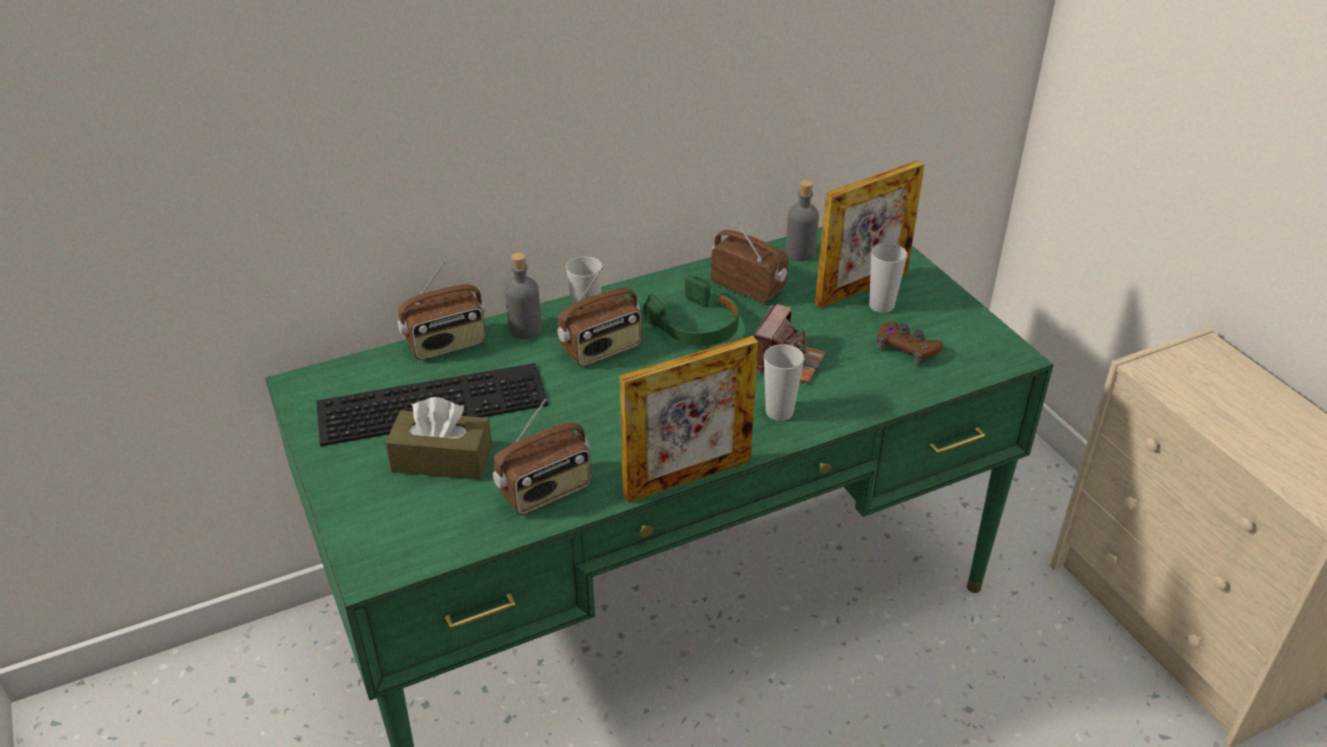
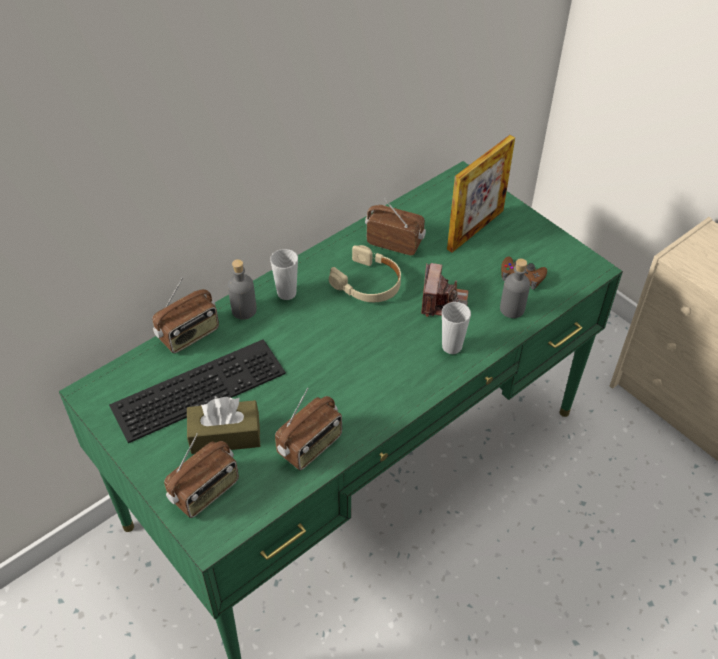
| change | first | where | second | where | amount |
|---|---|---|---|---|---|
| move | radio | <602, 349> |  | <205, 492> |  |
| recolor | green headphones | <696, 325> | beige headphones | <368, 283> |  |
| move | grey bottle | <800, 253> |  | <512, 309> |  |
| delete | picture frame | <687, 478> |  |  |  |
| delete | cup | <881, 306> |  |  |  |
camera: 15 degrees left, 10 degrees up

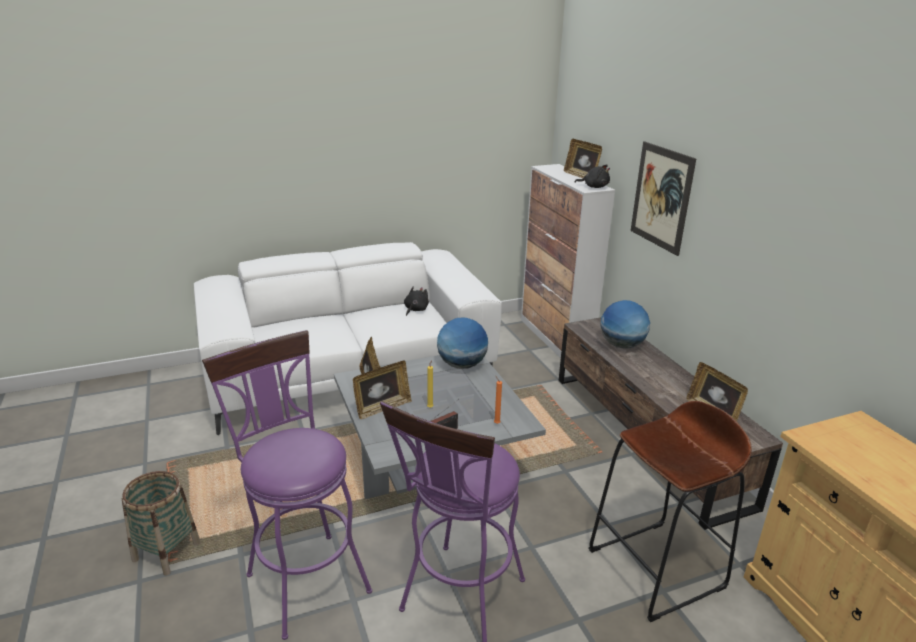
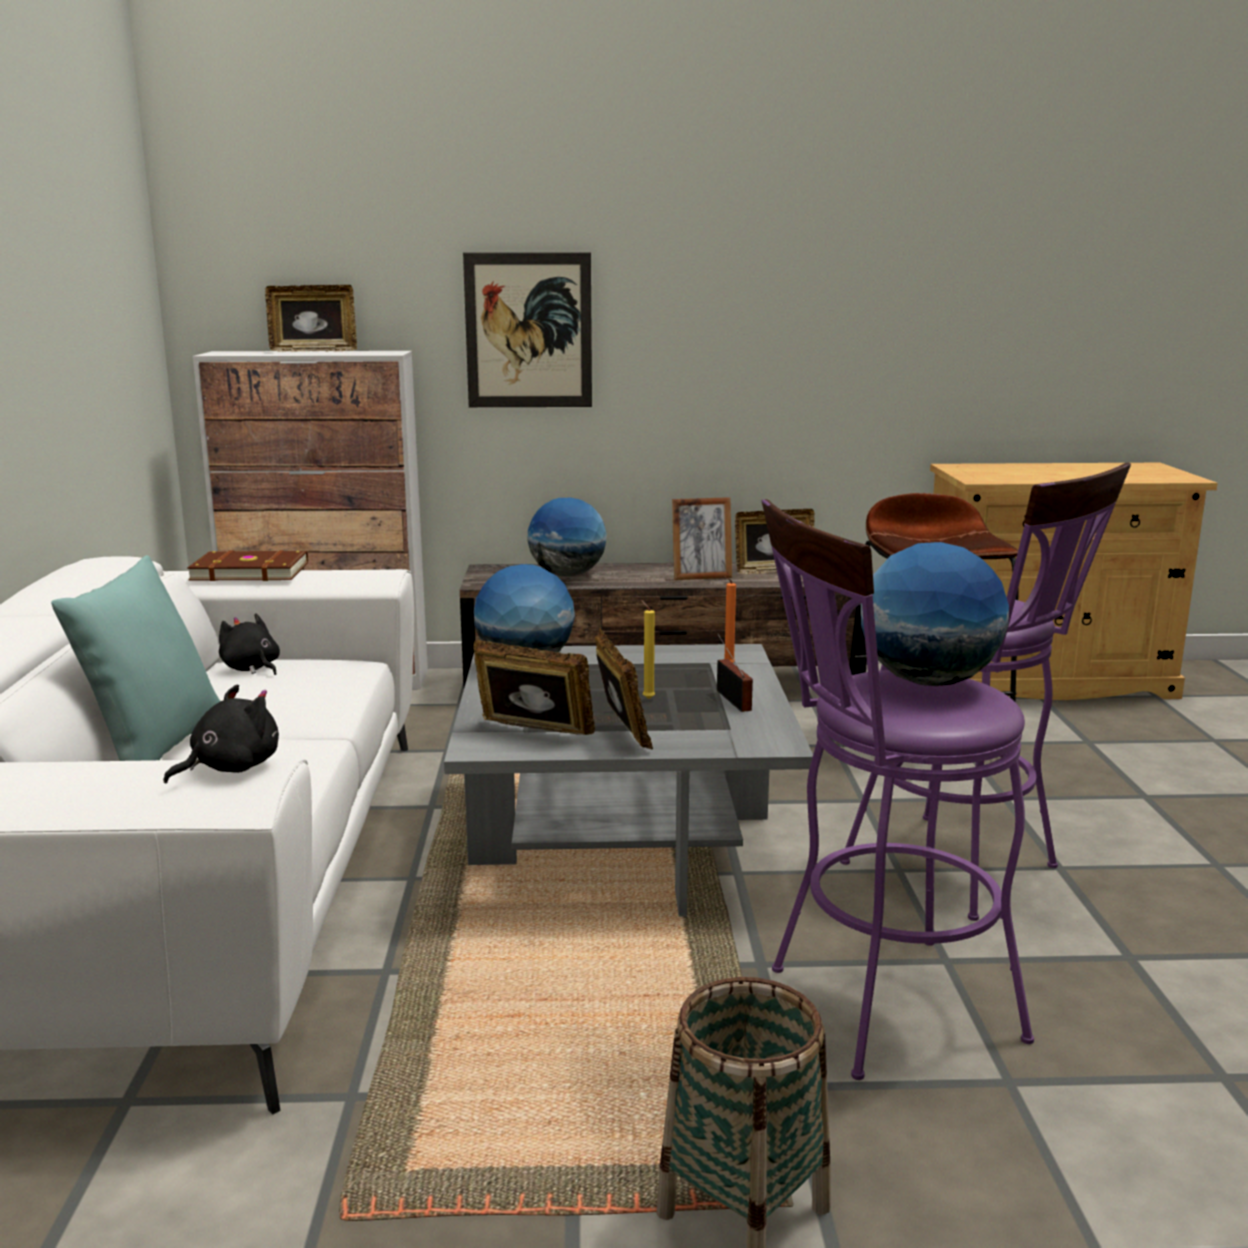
| change | first | where | second | where | amount |
|---|---|---|---|---|---|
| insert |  |  | turquoise pillow | <154, 747> |  |
| move | black plush toy | <594, 187> |  | <230, 768> |  |
| insert |  |  | brown book | <250, 571> |  |
| insert |  |  | picture frame | <701, 577> |  |
| insert |  |  | globe | <928, 681> |  |
camera: 70 degrees left, 10 degrees down

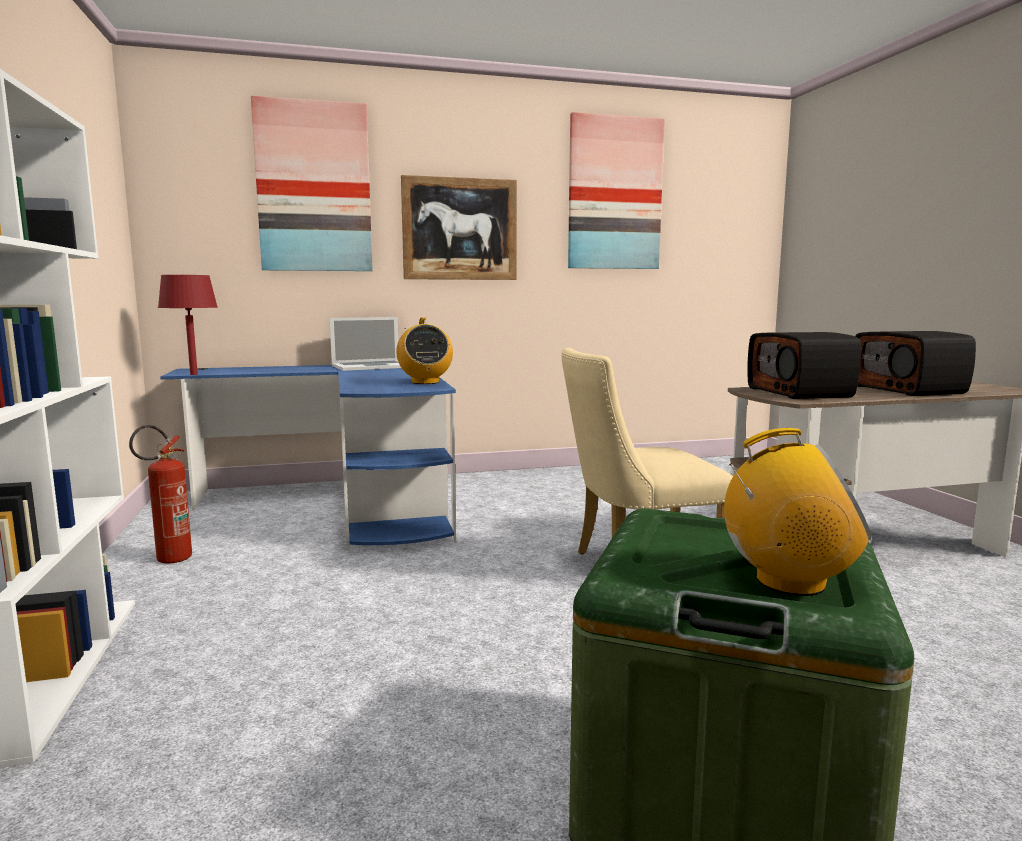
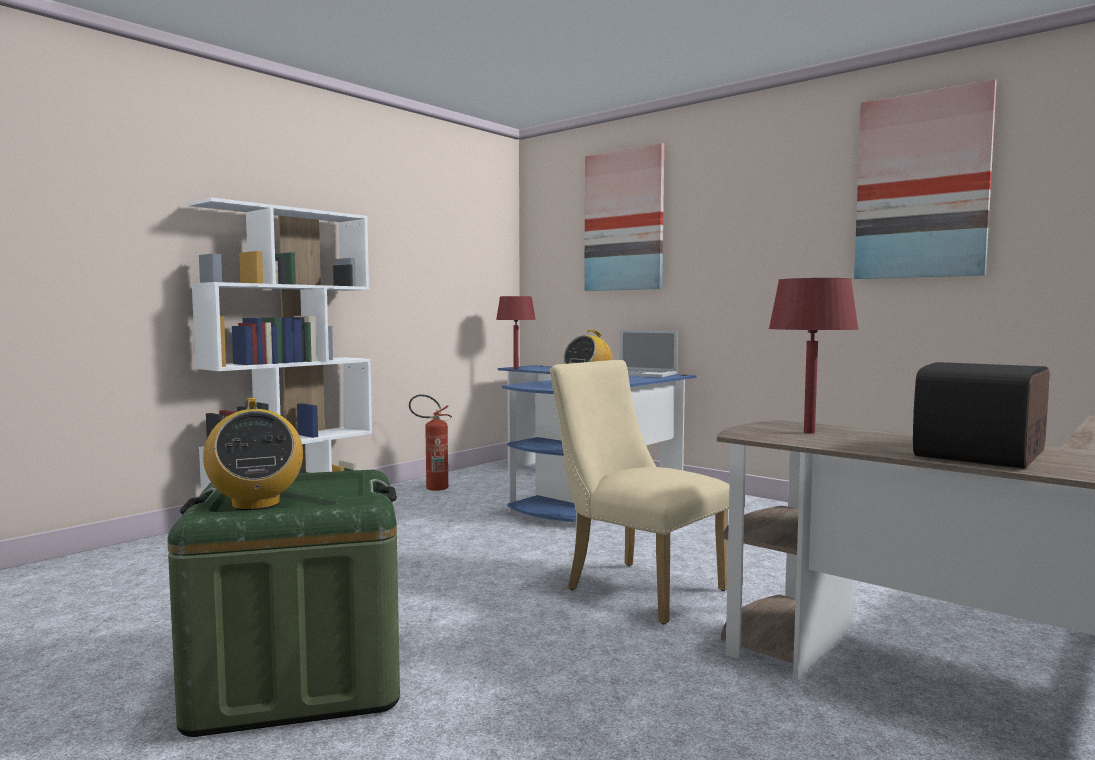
| change | first | where | second | where | amount |
|---|---|---|---|---|---|
| replace | radio | <800, 392> | red table lamp | <809, 432> |  |
| delete | picture | <460, 229> |  |  |  |
camera: 55 degrees right, 5 degrees down

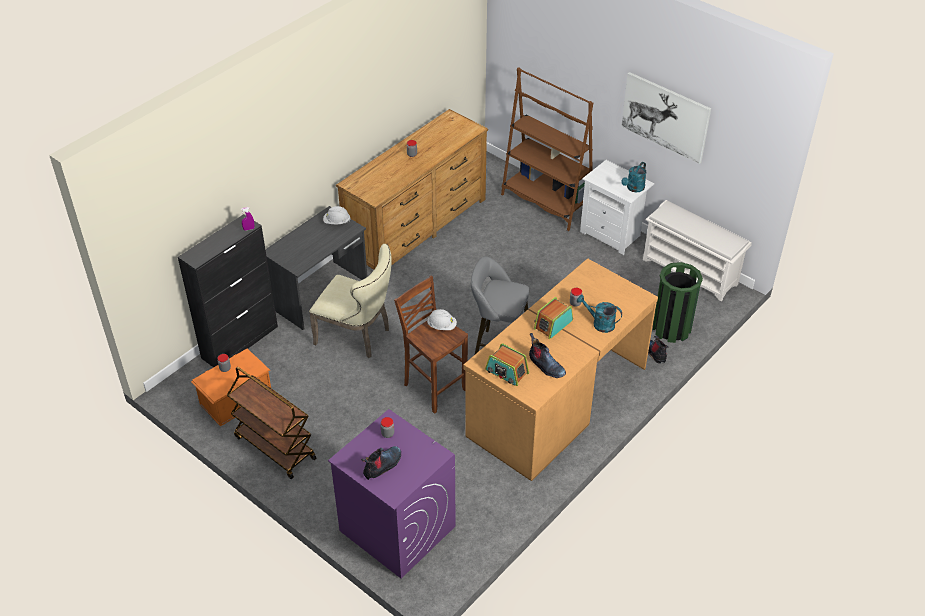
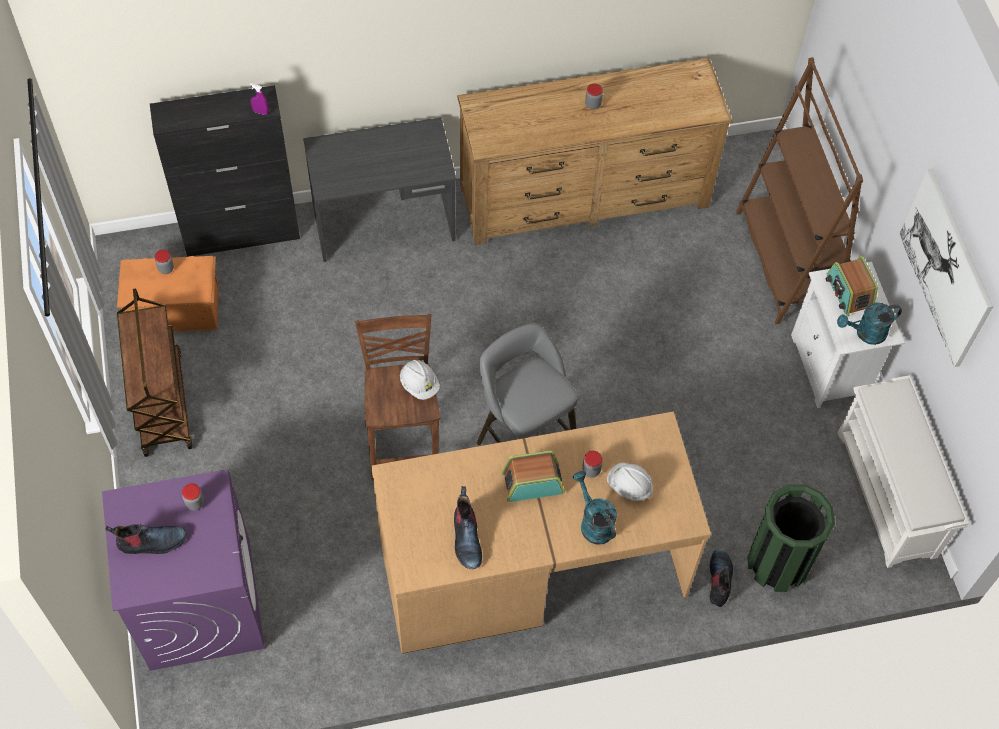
| change | first | where | second | where | amount |
|---|---|---|---|---|---|
| move | white hard hat | <336, 222> |  | <629, 486> |  |
| move | radio | <506, 372> |  | <848, 292> |  |
| delete | beige chair | <357, 336> |  |  |  |
camera: 35 degrees right, 15 degrees up

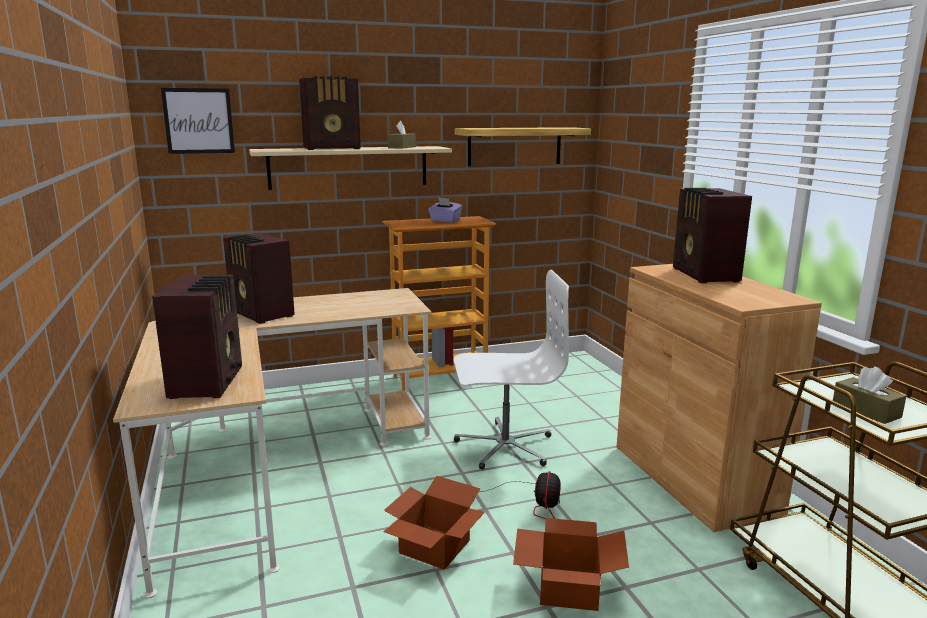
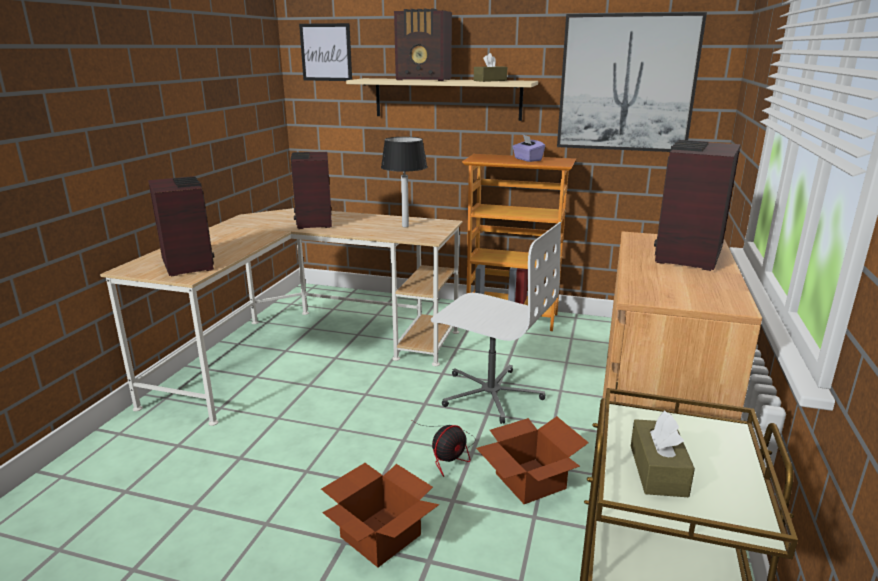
| change | first | where | second | where | amount |
|---|---|---|---|---|---|
| rotate | radio | <209, 381> |  | <188, 263> | 60 degrees counterclockwise |
| insert |  |  | table lamp | <405, 226> |  |
| move | cardboard box | <432, 547> |  | <528, 481> |  |
| replace | shelf | <514, 146> | picture | <627, 83> |  |
camera: 35 degrees right, 5 degrees up

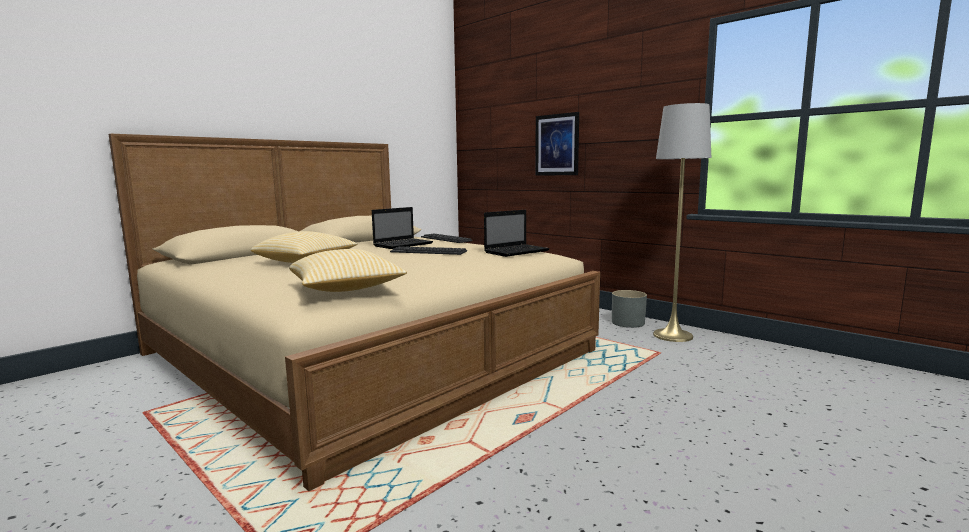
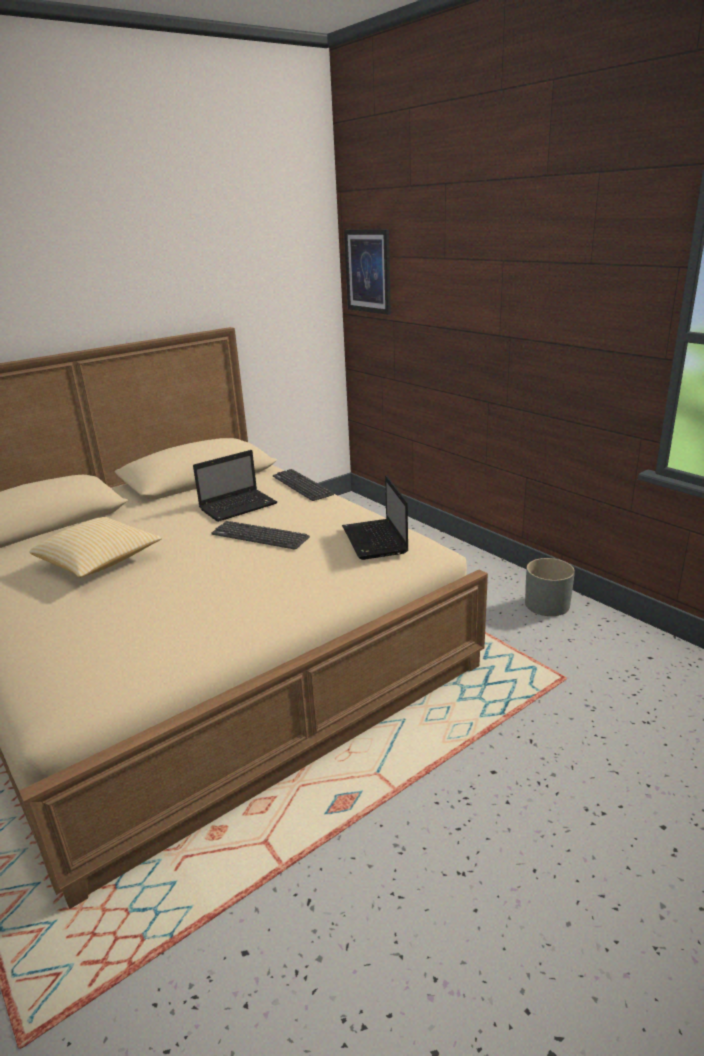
| change | first | where | second | where | amount |
|---|---|---|---|---|---|
| rotate | laptop | <517, 251> |  | <375, 541> | 105 degrees clockwise |
| move | picture | <557, 145> |  | <368, 271> |  |
| delete | pillow | <346, 289> |  |  |  |
| delete | grey floor lamp | <673, 335> |  |  |  |
camera: 10 degrees right, 15 degrees up

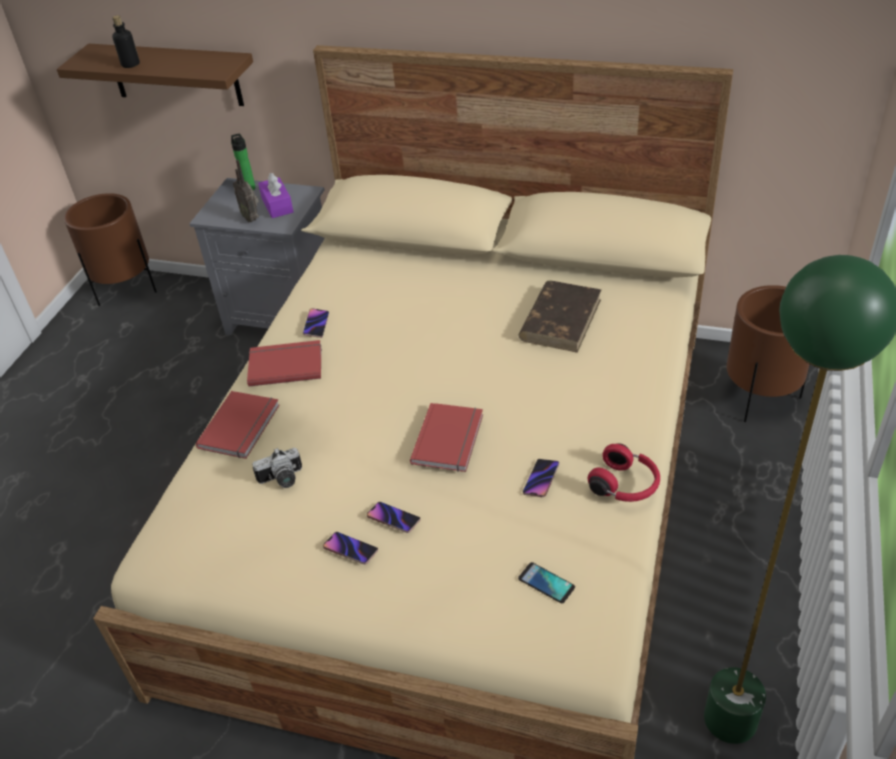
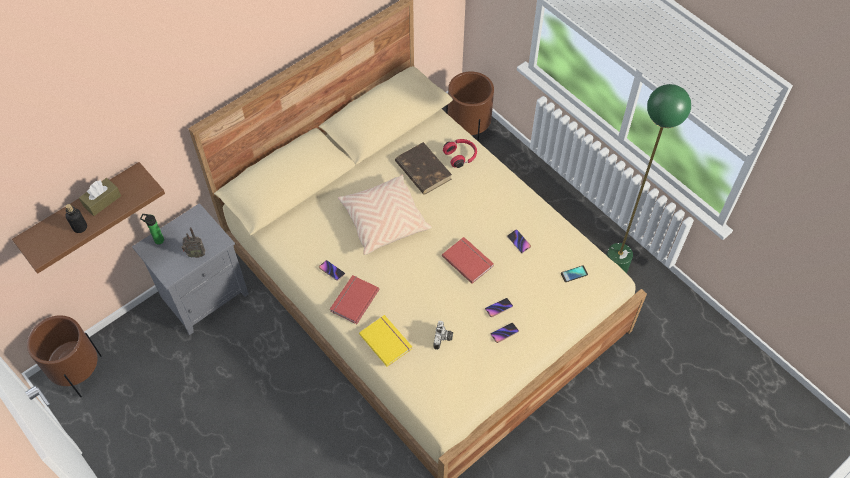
| change | first | where | second | where | amount |
|---|---|---|---|---|---|
| insert |  |  | brown tissue box | <102, 201> |  |
| insert |  |  | beige pillow | <384, 221> |  |
| recolor | red book | <242, 426> | yellow book | <386, 340> |  |
| move | red headphones | <625, 485> |  | <461, 156> |  |
| delete | purple tissue box | <277, 205> |  |  |  |
camera: 60 degrees left, 15 degrees up

